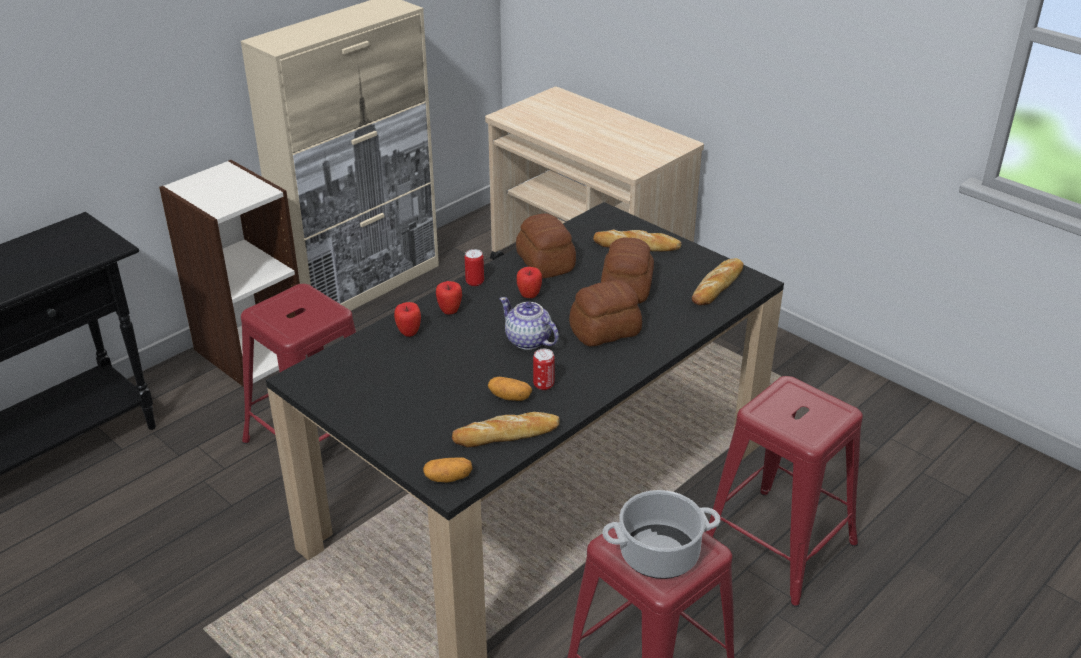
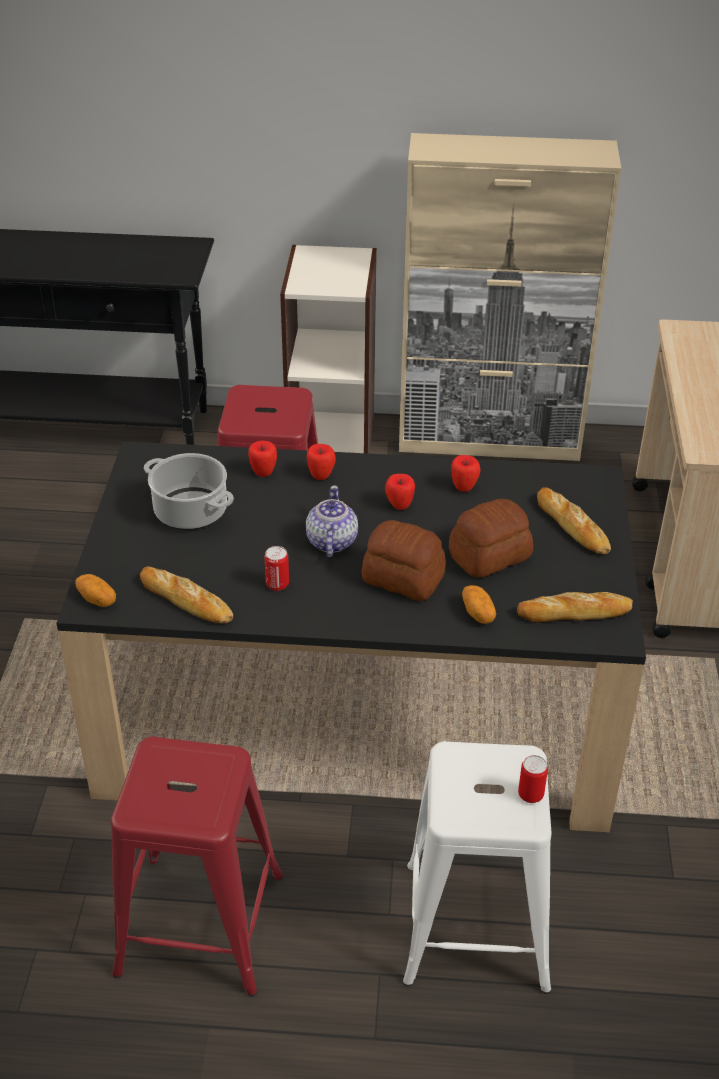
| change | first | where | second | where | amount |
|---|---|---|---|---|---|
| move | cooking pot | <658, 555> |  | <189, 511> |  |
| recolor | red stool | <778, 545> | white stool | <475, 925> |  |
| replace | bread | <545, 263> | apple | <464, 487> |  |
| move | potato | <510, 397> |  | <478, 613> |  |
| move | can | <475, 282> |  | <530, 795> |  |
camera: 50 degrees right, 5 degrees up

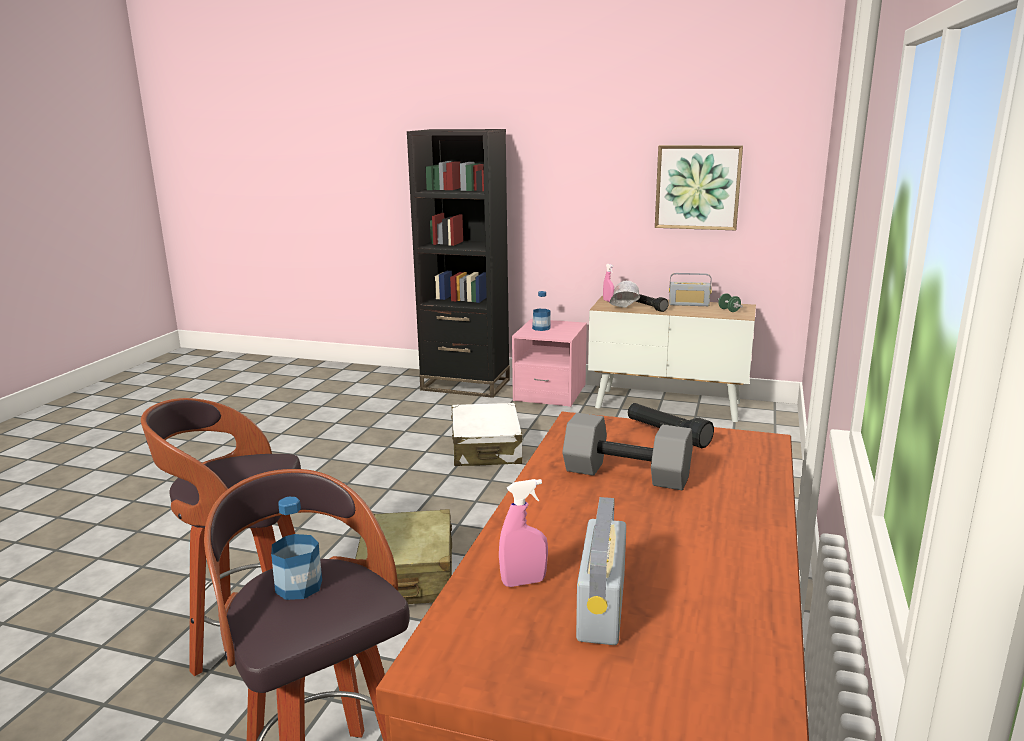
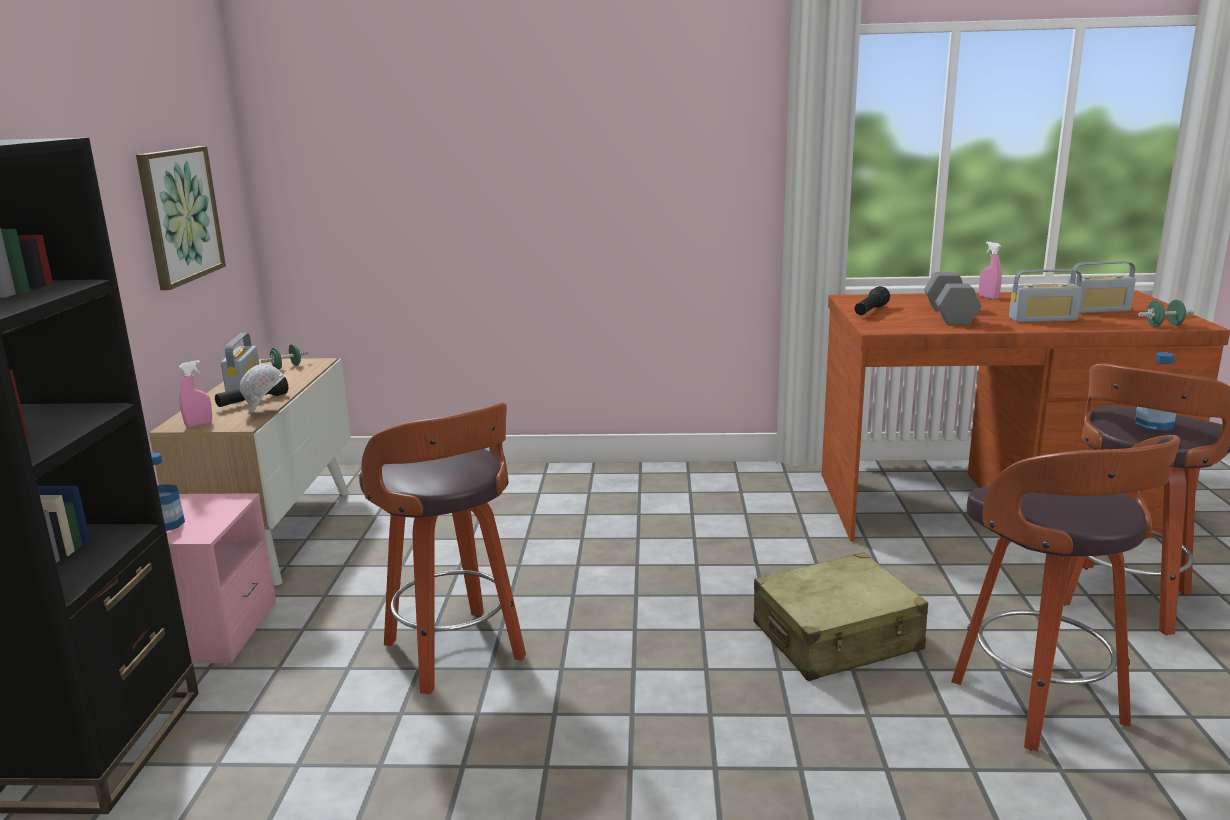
| change | first | where | second | where | amount |
|---|---|---|---|---|---|
| replace | white suitcase | <486, 448> | stool | <456, 653> |  |
| move | pink spray bottle | <523, 582> |  | <988, 297> |  |
| insert |  |  | radio | <1042, 319> |  |
| insert |  |  | green dumbbell | <1163, 325> |  |
camera: 105 degrees left, 0 degrees up

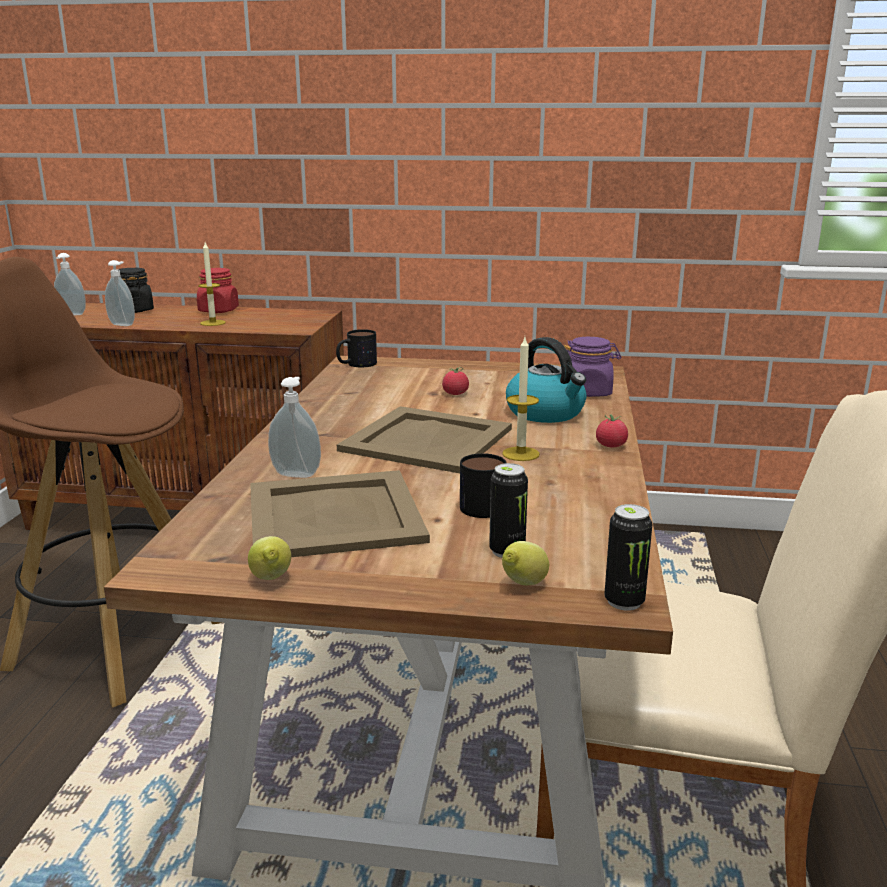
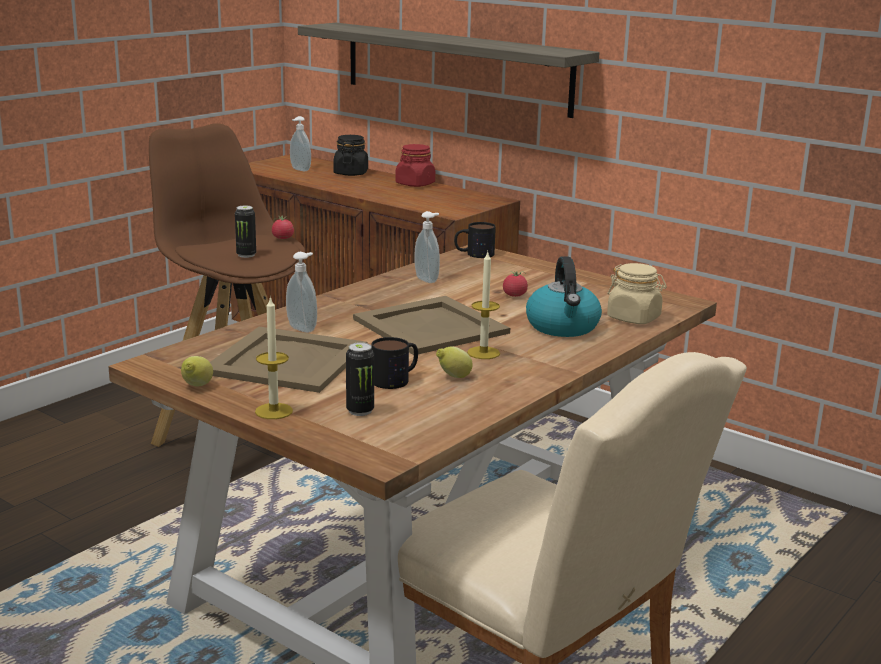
| change | first | where | second | where | amount |
|---|---|---|---|---|---|
| move | can | <624, 601> |  | <246, 255> |  |
| move | candle | <213, 323> |  | <274, 411> |  |
| move | tomato | <611, 446> |  | <283, 238> |  |
| insert |  |  | shelf | <455, 68> |  |
| move | soap dispenser | <123, 324> |  | <428, 279> |  |
| move | lemon | <522, 585> |  | <453, 377> |  |
| recolor | purple jar | <588, 392> | beige jar | <634, 318> |  |
camera: 30 degrees right, 0 degrees up

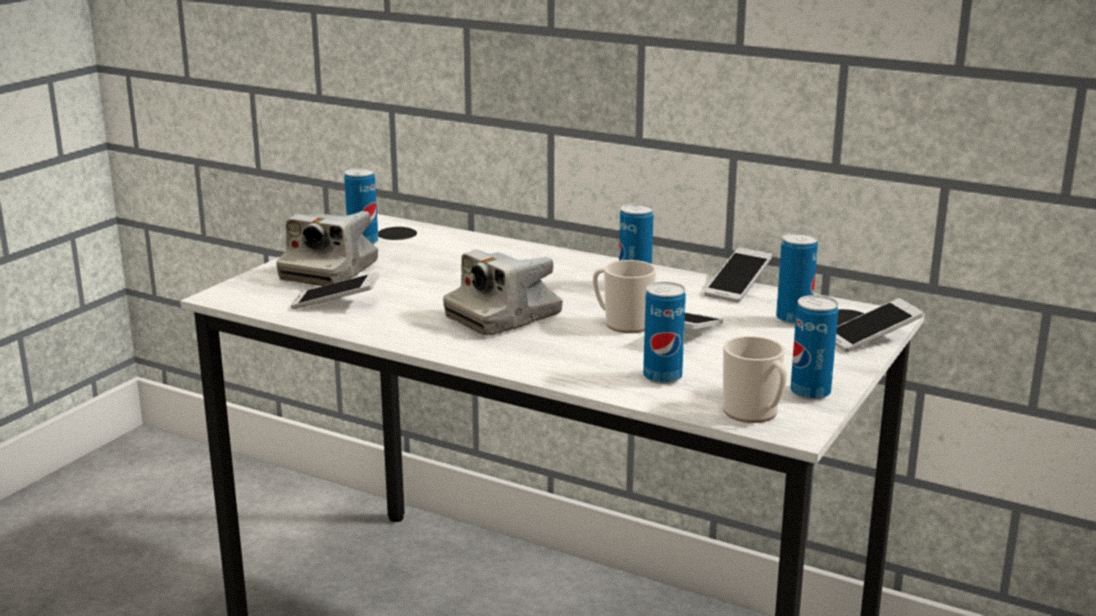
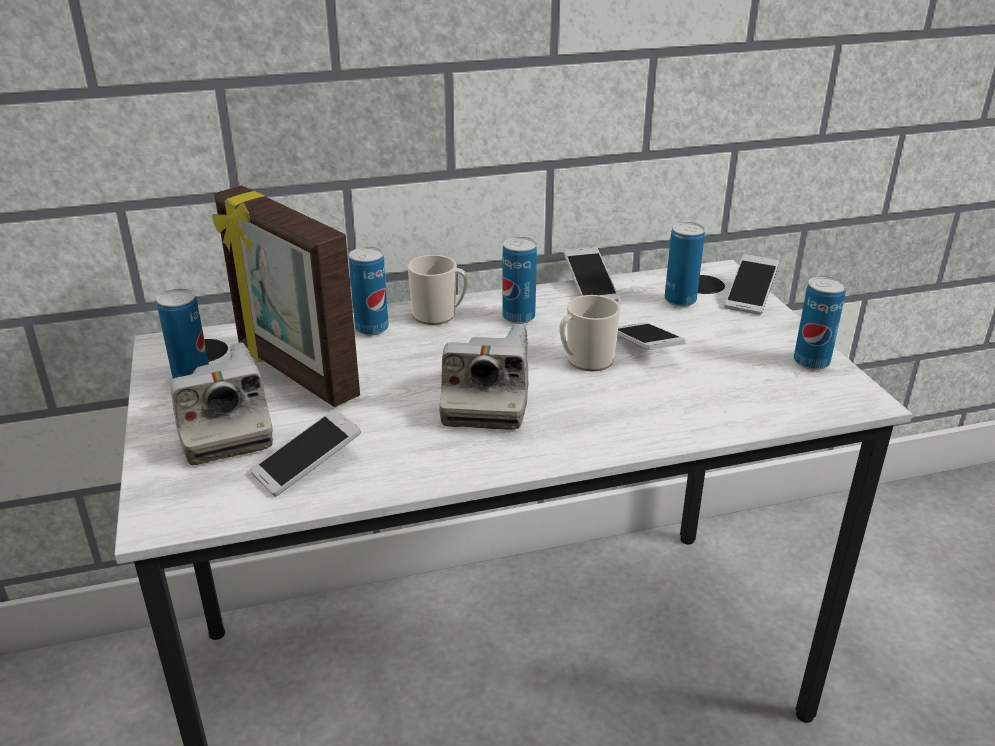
| change | first | where | second | where | amount |
|---|---|---|---|---|---|
| insert |  |  | picture frame | <294, 372> |  |
| move | can | <662, 377> |  | <372, 328> |  |
| move | mug | <754, 413> |  | <439, 315> |  |
camera: 45 degrees left, 10 degrees up

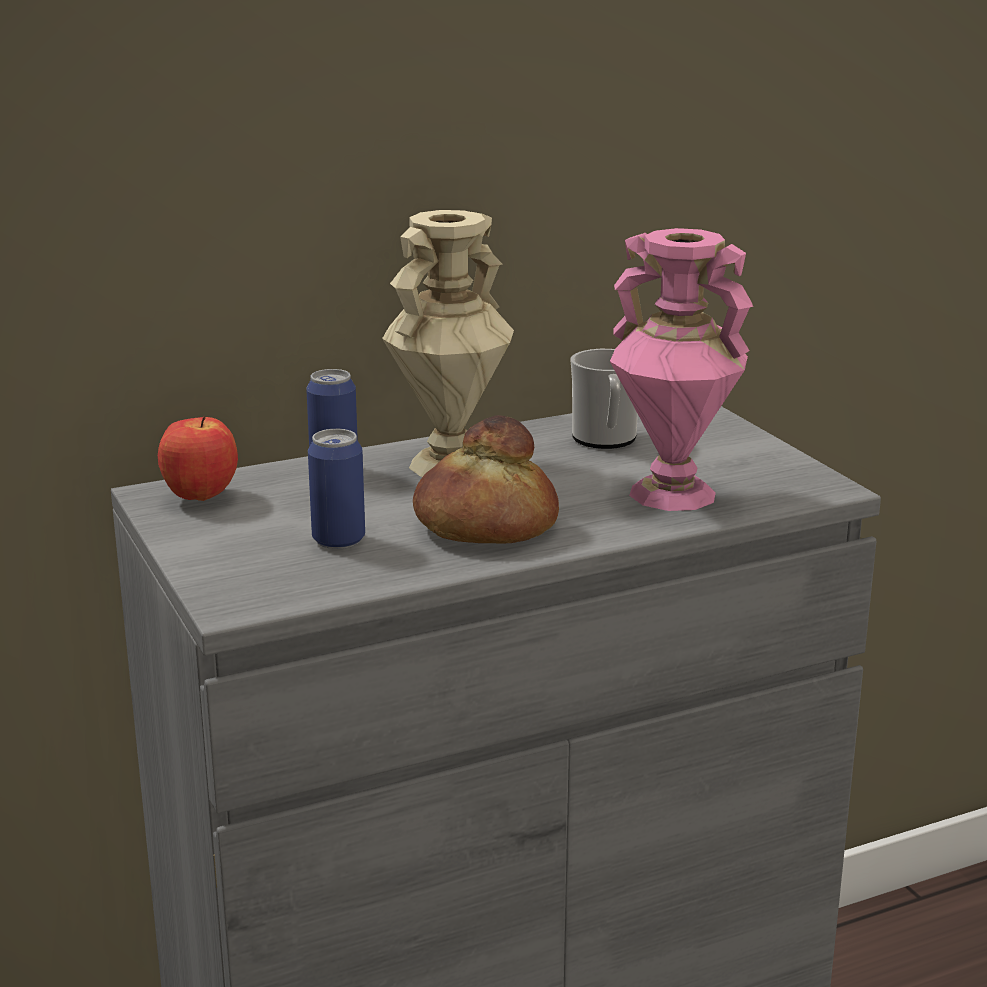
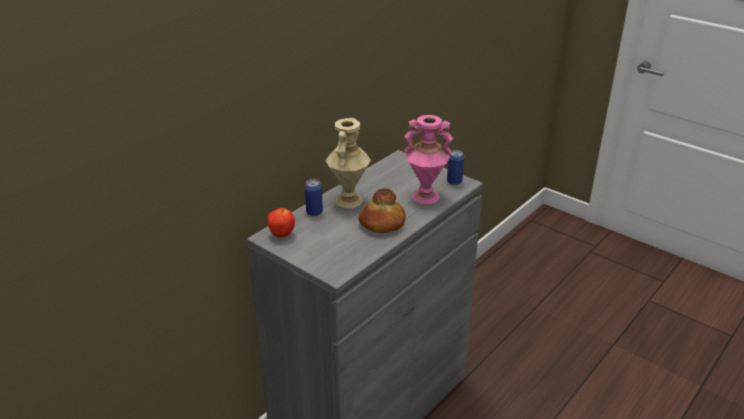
| change | first | where | second | where | amount |
|---|---|---|---|---|---|
| move | can | <338, 540> |  | <454, 181> |  |
| delete | mug | <605, 440> |  |  |  |
camera: 25 degrees left, 10 degrees up

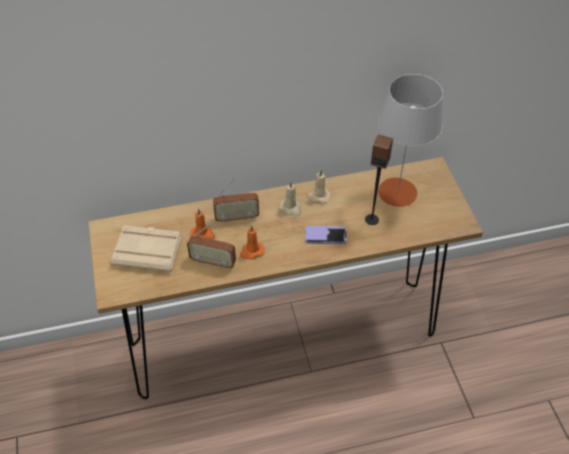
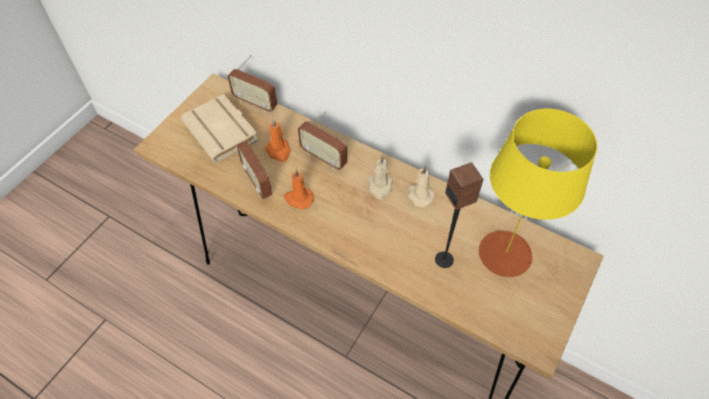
| change | first | where | second | where | amount |
|---|---|---|---|---|---|
| insert |  |  | radio | <255, 103> |  |
| recolor | grey table lamp | <397, 192> | yellow table lamp | <505, 254> |  |
| delete | phone | <325, 236> |  |  |  |
camera: 45 degrees right, 5 degrees up

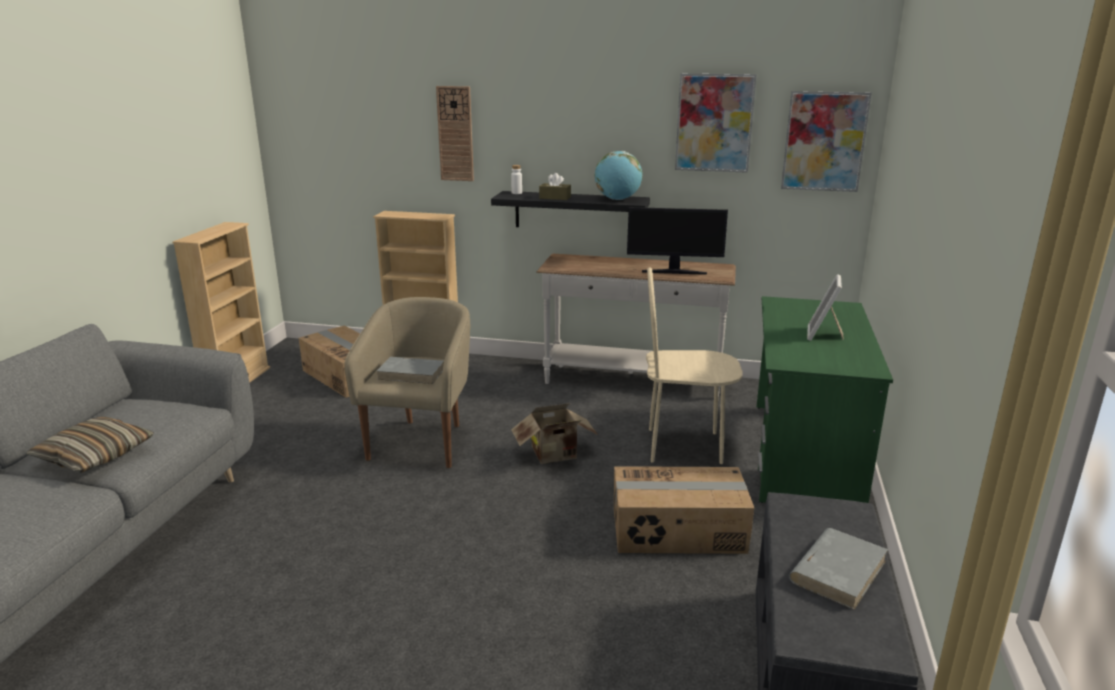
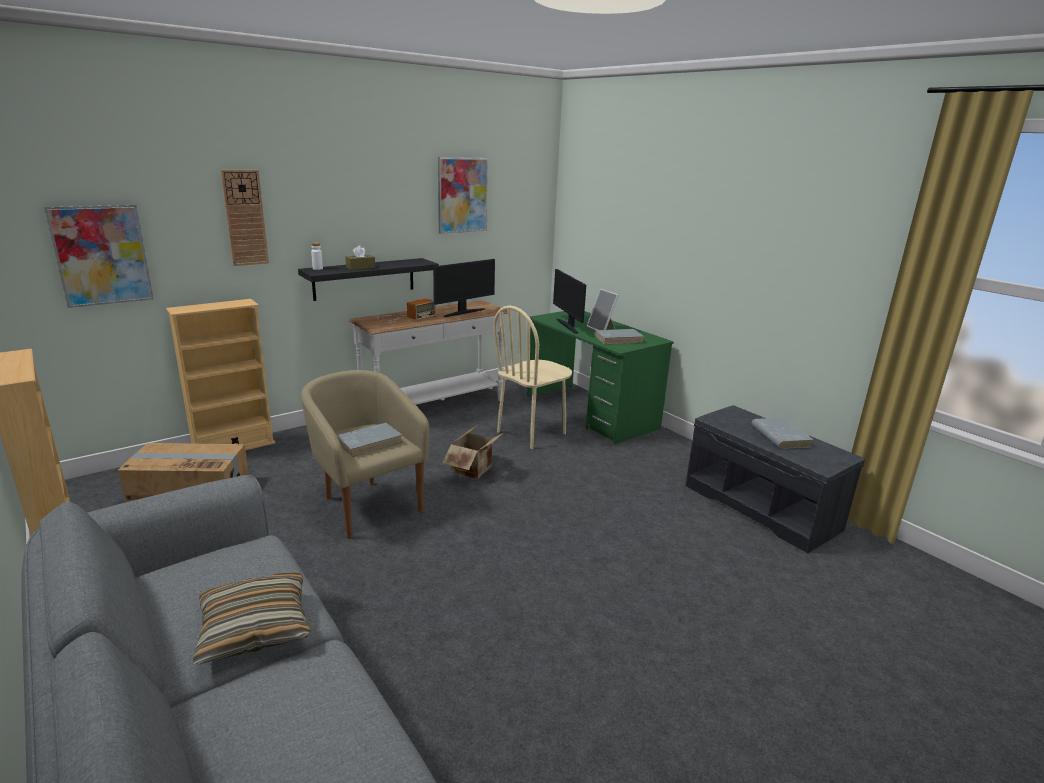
| change | first | where | second | where | amount |
|---|---|---|---|---|---|
| move | picture | <824, 141> |  | <101, 255> |  |
| insert |  |  | radio | <404, 317> |  |
| insert |  |  | monitor | <568, 326> |  |
| insert |  |  | grey book | <619, 339> |  |
| delete | globe | <617, 199> |  |  |  |
| delete | cardboard box | <678, 531> |  |  |  |
camera: 50 degrees left, 0 degrees up

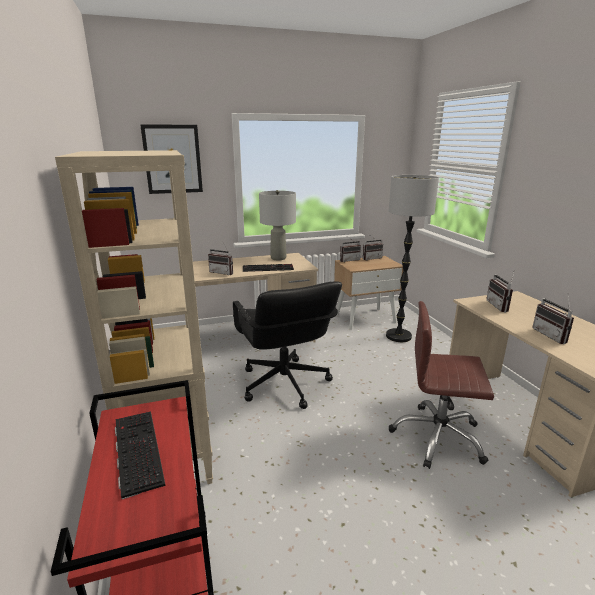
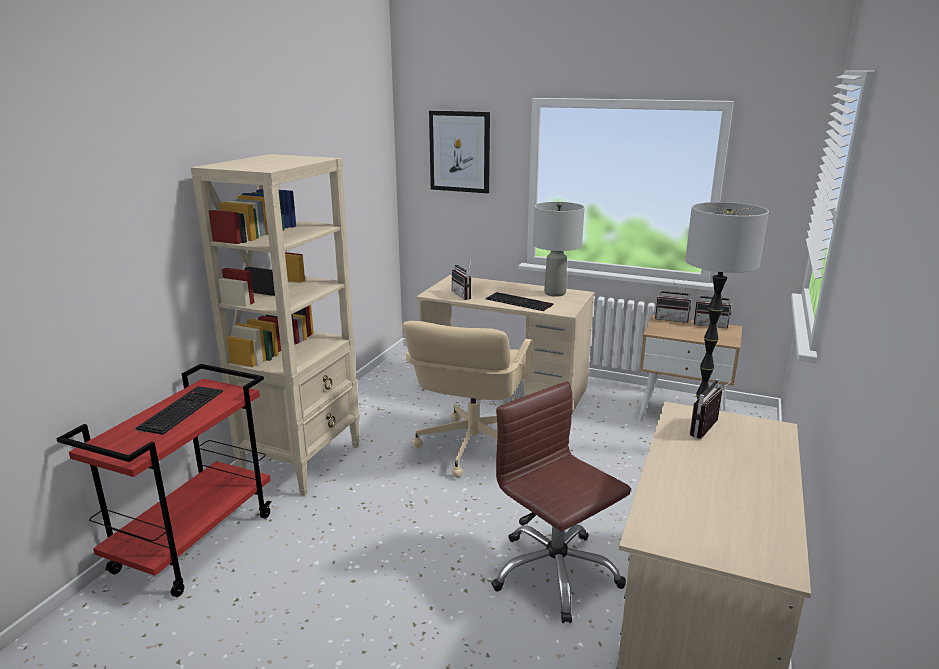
| change | first | where | second | where | amount |
|---|---|---|---|---|---|
| recolor | black office chair | <284, 384> | beige office chair | <471, 447> |  |
| delete | radio | <553, 336> |  |  |  |
camera: 40 degrees right, 0 degrees up

